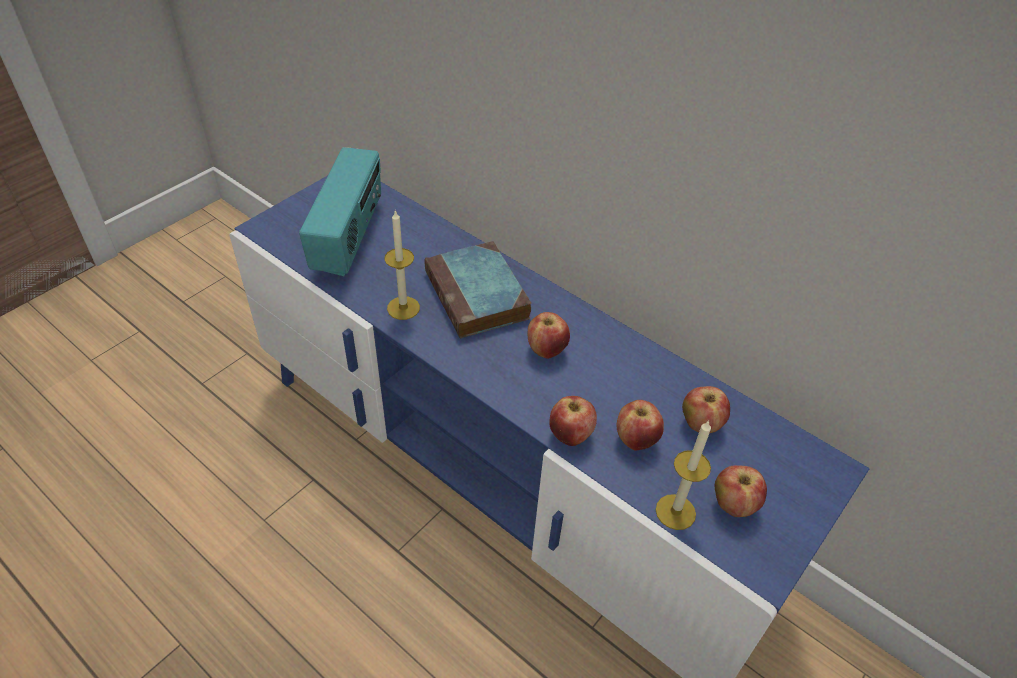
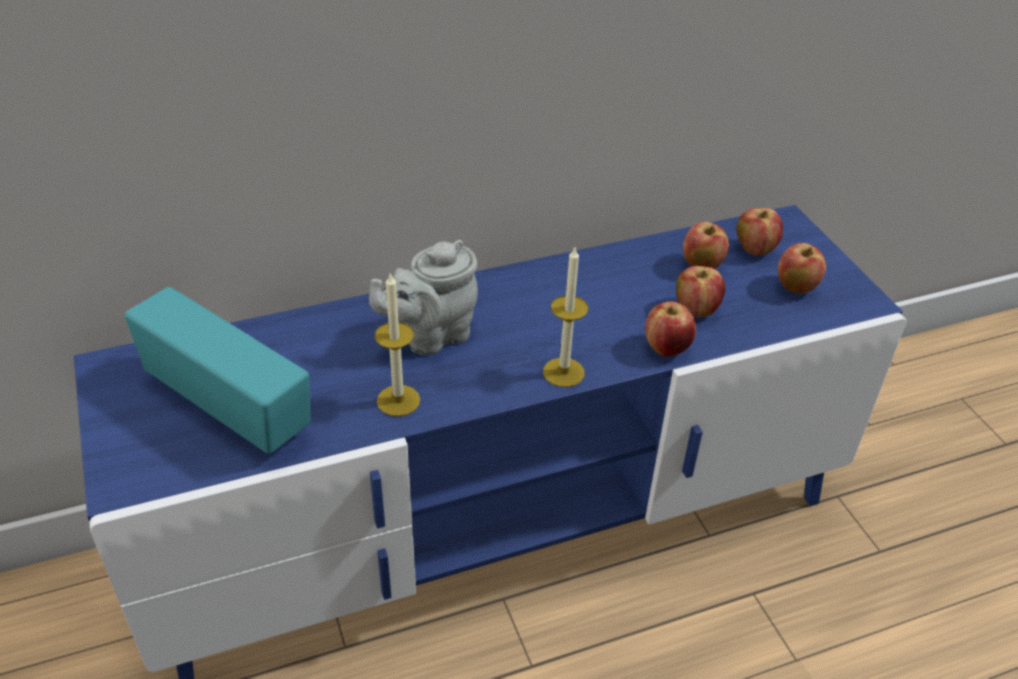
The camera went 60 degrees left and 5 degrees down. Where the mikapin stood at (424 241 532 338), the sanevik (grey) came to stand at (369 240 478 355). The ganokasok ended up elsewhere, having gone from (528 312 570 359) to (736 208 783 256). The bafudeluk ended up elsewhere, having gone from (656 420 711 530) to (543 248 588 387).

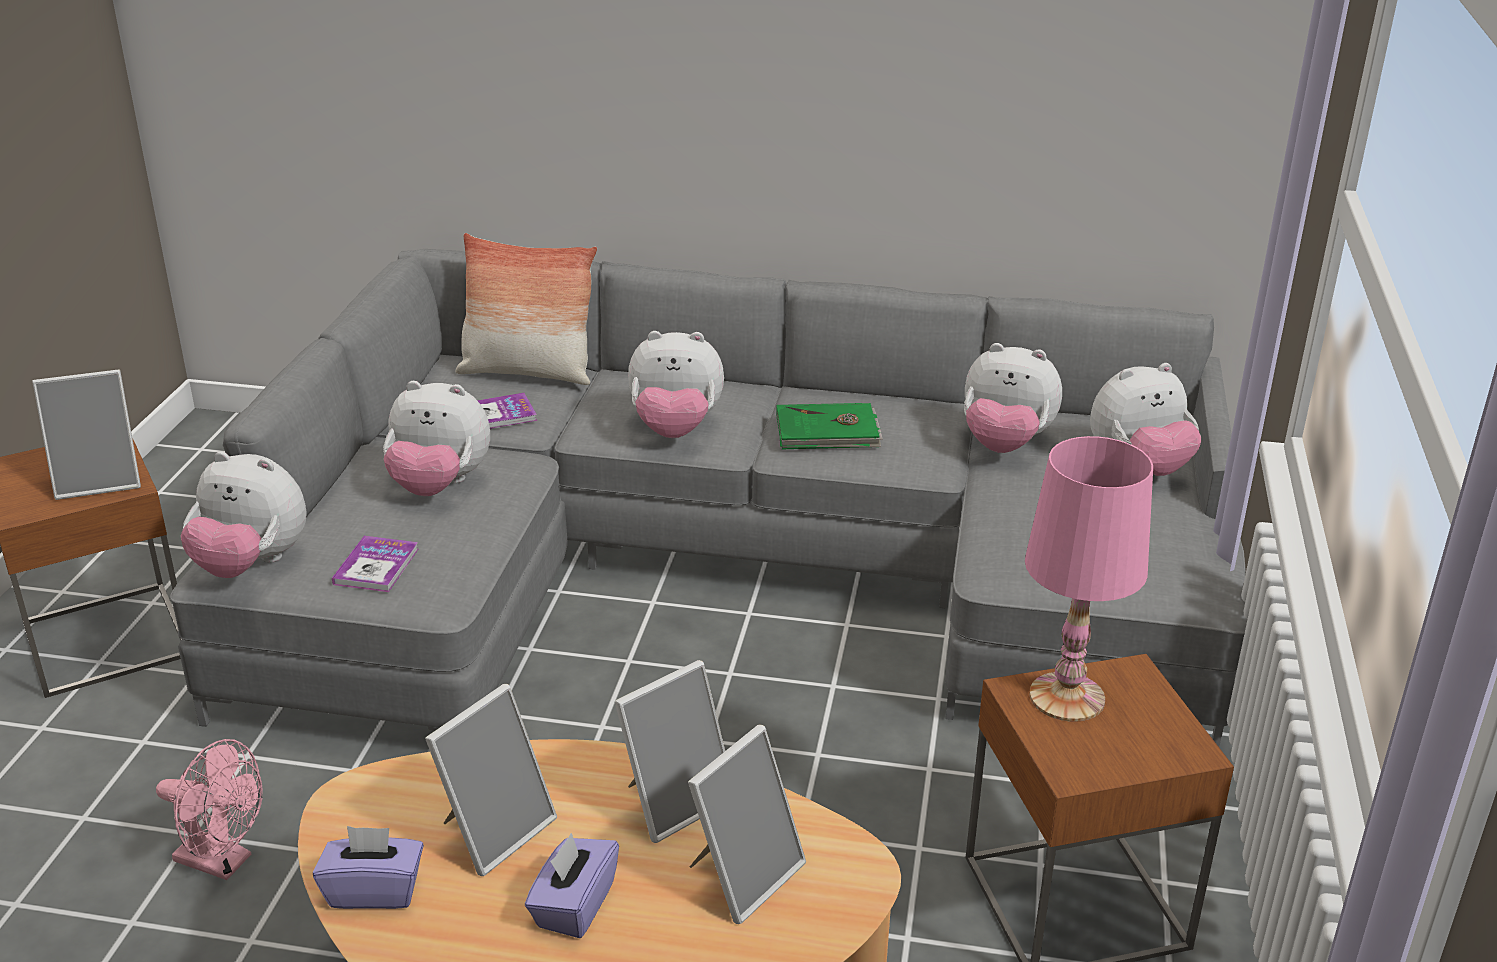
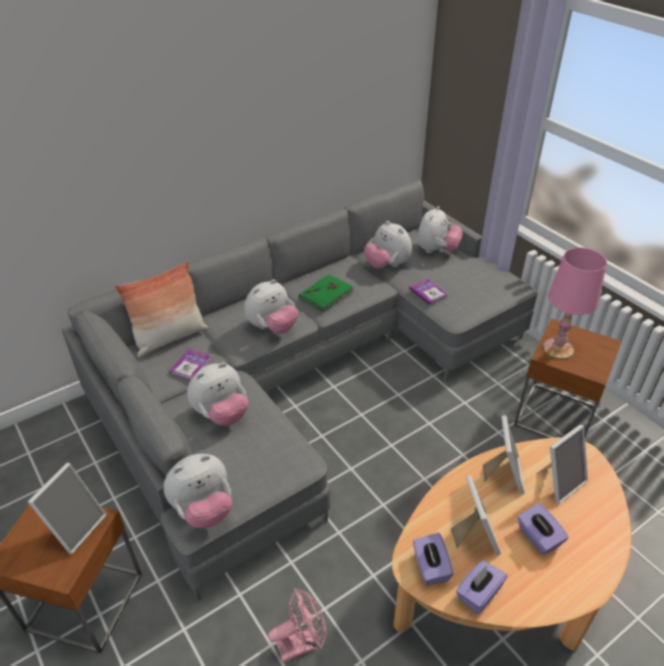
The camera went 45 degrees left and 10 degrees up. The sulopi at (964 343 1062 453) ended up facing another way, 75 degrees clockwise from before. The mikapin ended up elsewhere, having gone from (332 536 418 592) to (409 278 448 305). The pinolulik at (688 725 806 924) ended up facing another way, 60 degrees clockwise from before. The second view gained the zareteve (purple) at (413 533 453 585).

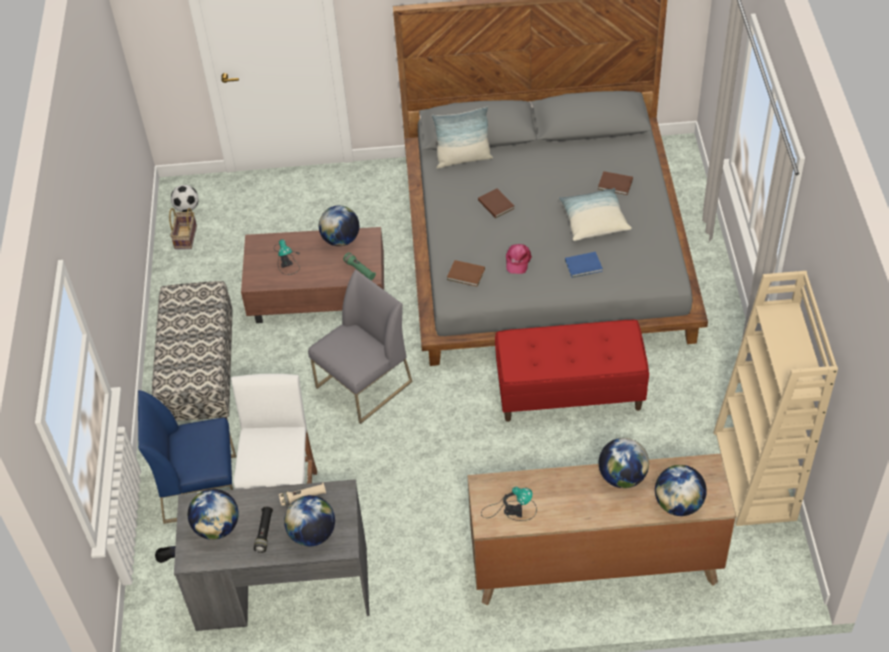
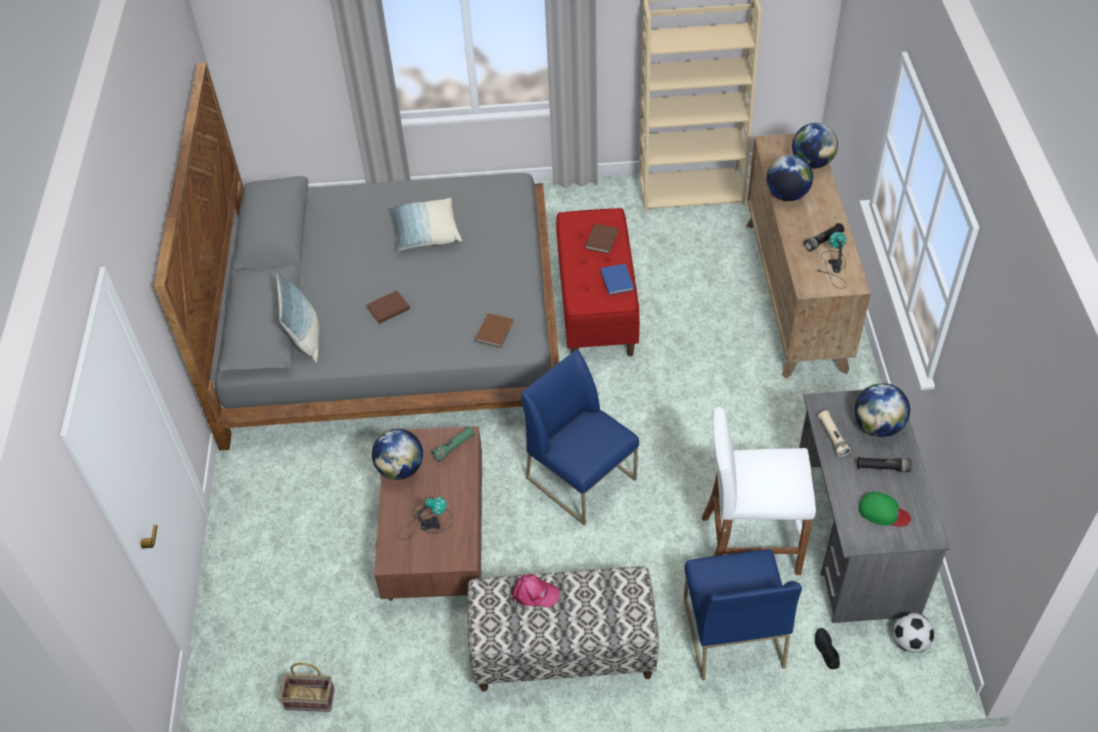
The camera went 90 degrees left and 0 degrees up. The mikapin (brown) ended up elsewhere, having gone from (598 171 633 195) to (585 224 619 254). The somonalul ended up elsewhere, having gone from (171 185 199 212) to (893 613 934 653). The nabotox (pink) ended up elsewhere, having gone from (506 244 532 274) to (511 574 559 607). The mikapin (blue) ended up elsewhere, having gone from (565 252 603 278) to (600 264 634 295). What was the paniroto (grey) at (308 270 413 424) turned into the paniroto (blue) at (521 349 639 525). Where the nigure stood at (188 489 239 540), the nabotox (green) came to stand at (859 492 911 527). The second view gained the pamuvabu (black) at (804 223 844 251).

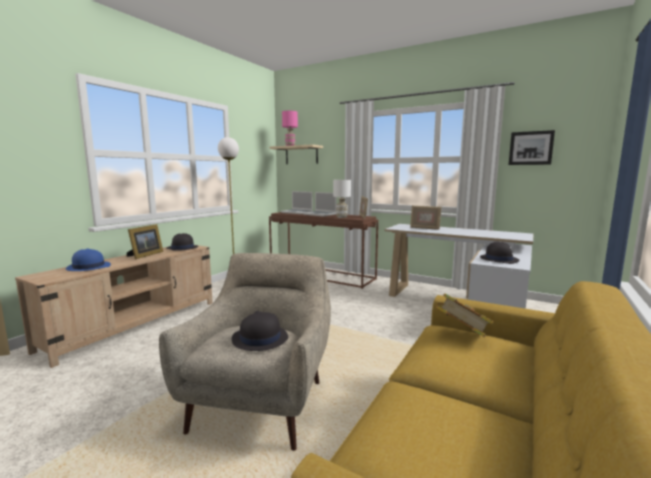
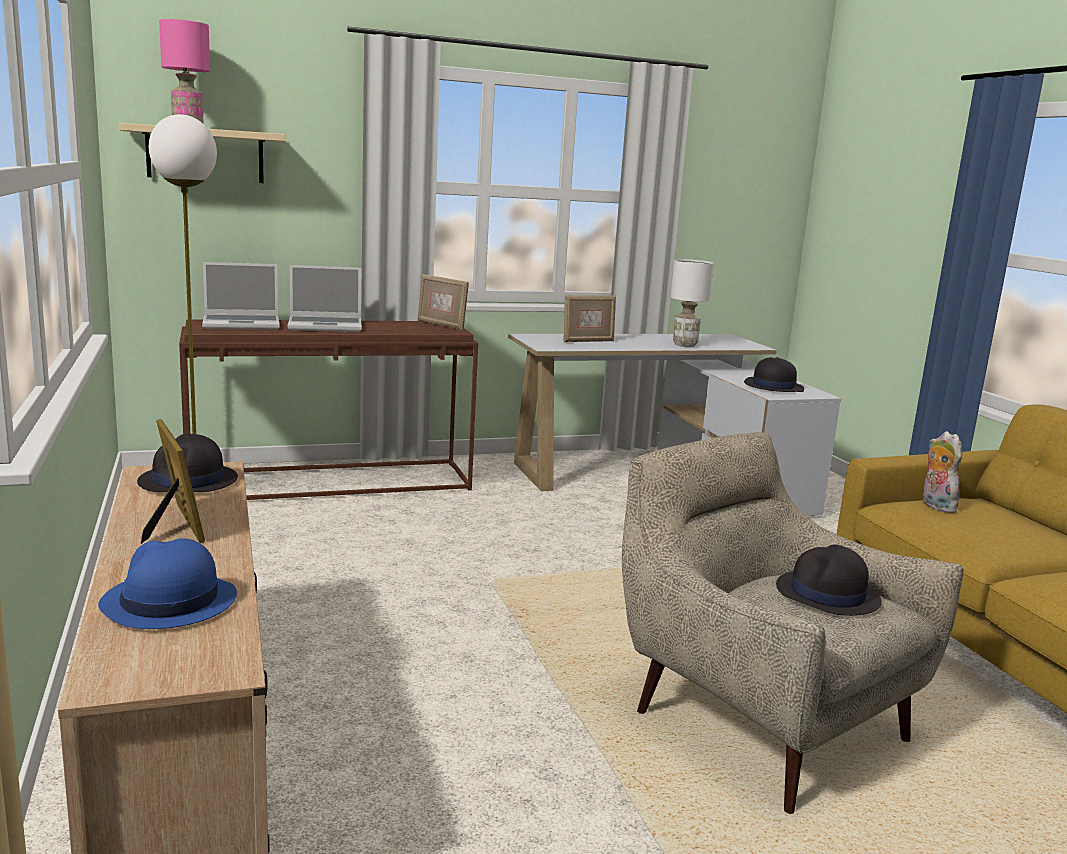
The camera went 50 degrees left and 5 degrees up. The second view lost the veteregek at (509 130 555 165). The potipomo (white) ended up elsewhere, having gone from (333 180 351 218) to (670 259 714 347). Where the mikapin stood at (436 293 494 337), the sulopi came to stand at (923 431 962 513).

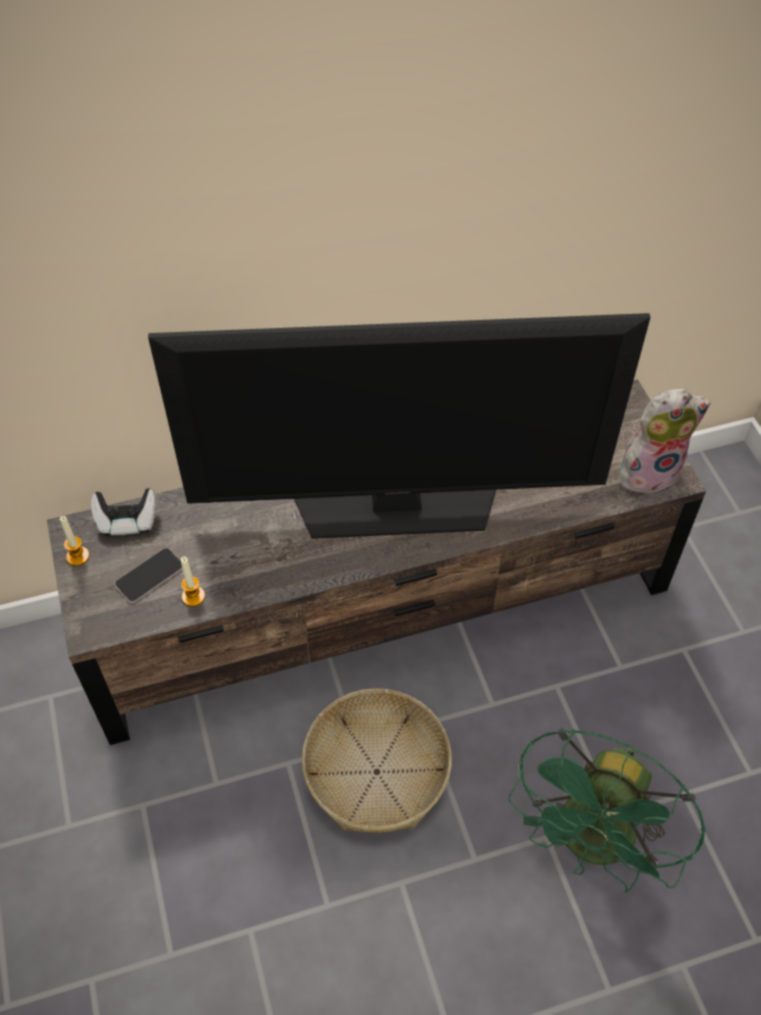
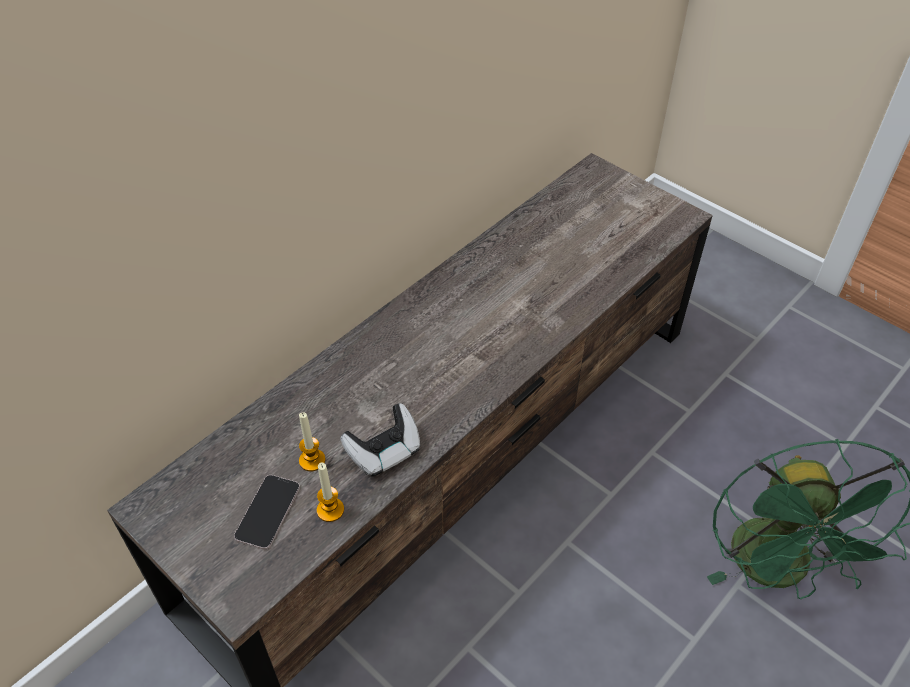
The camera went 30 degrees left and 5 degrees down. The second view lost the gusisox at (148 313 651 539). The second view lost the sulopi at (620 389 711 495). The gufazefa ended up elsewhere, having gone from (91 488 157 536) to (340 403 420 477). The bafudeluk ended up elsewhere, having gone from (60 516 89 566) to (299 412 326 471). The second view lost the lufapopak at (302 688 452 833).

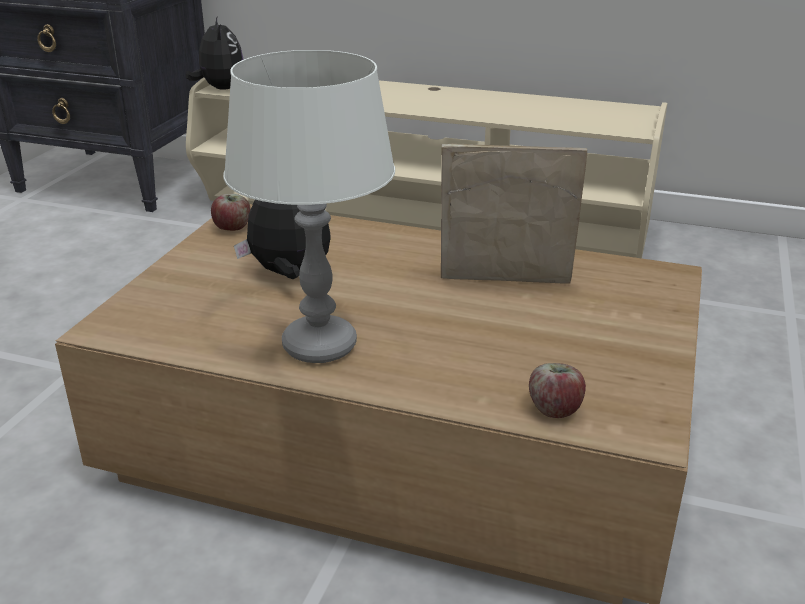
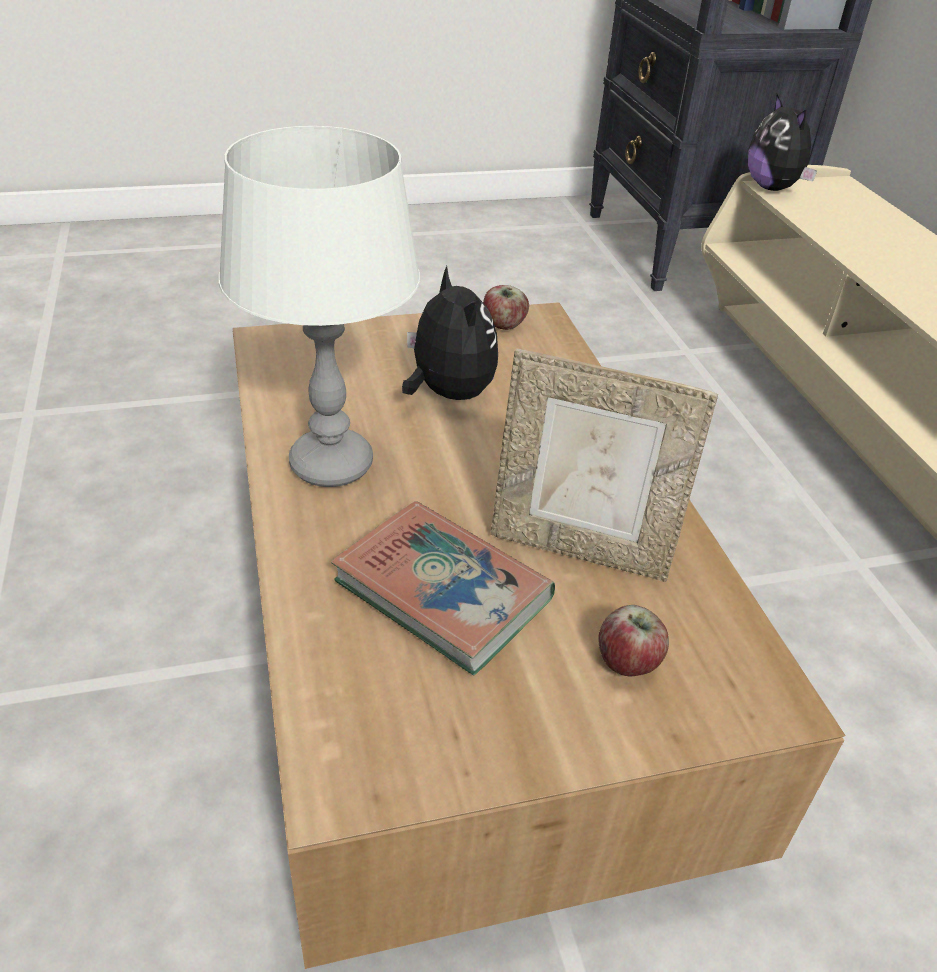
The camera went 55 degrees right and 10 degrees up. The sulopi at (186 17 244 90) ended up facing another way, 120 degrees clockwise from before. The pinolulik at (441 144 587 284) ended up facing another way, 135 degrees clockwise from before. The ganokasok ended up elsewhere, having gone from (529 363 586 418) to (598 605 669 676). The second view gained the mikapin at (331 501 555 675).

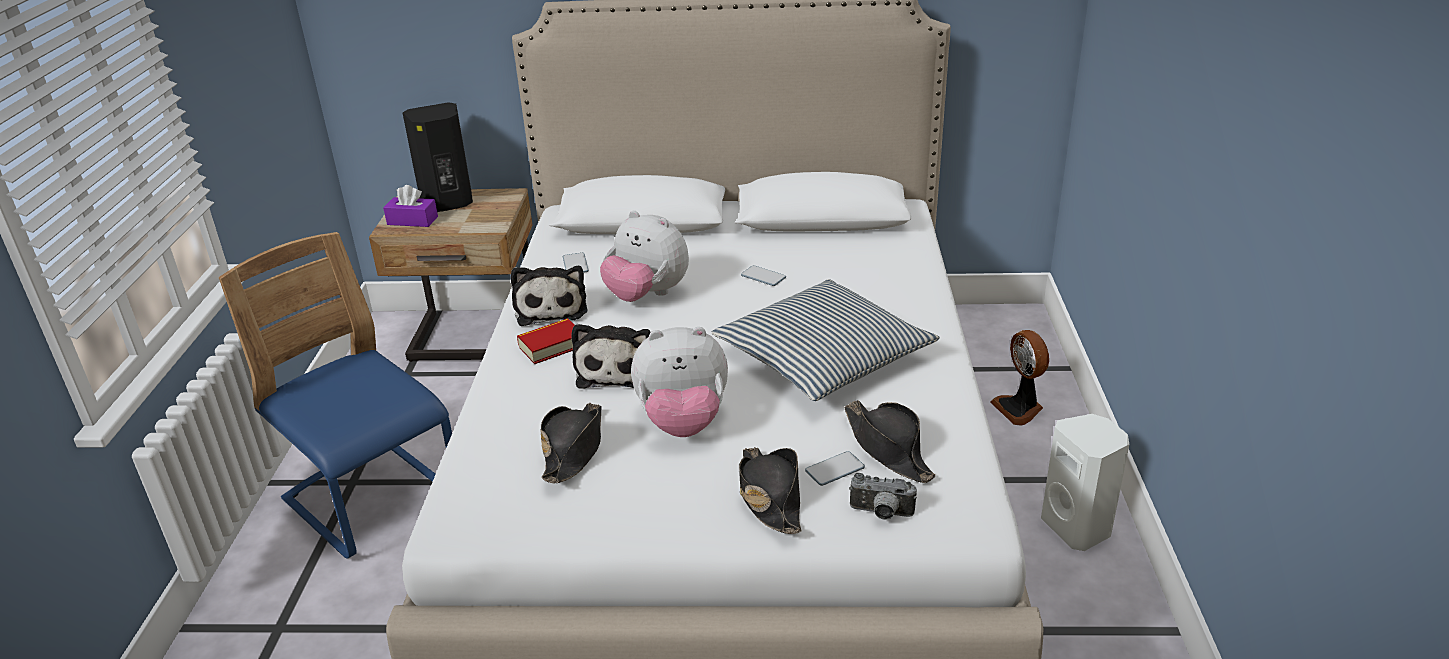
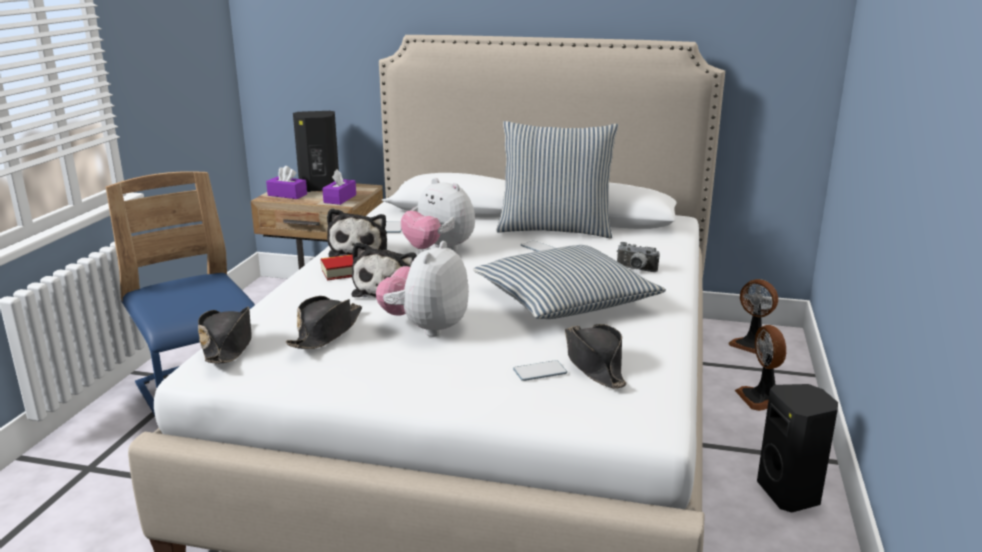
The camera went 10 degrees right and 10 degrees down. The sulopi at (631 327 728 437) ended up facing another way, 105 degrees clockwise from before. What was the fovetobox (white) at (1041 414 1129 551) turned into the fovetobox (black) at (757 384 838 512). The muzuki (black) ended up elsewhere, having gone from (739 447 802 534) to (198 307 252 363). The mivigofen ended up elsewhere, having gone from (849 473 917 520) to (617 242 660 272). The second view gained the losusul at (496 121 618 238). The second view gained the zareteve (purple) at (322 170 356 205). The second view gained the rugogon at (729 279 778 354).

